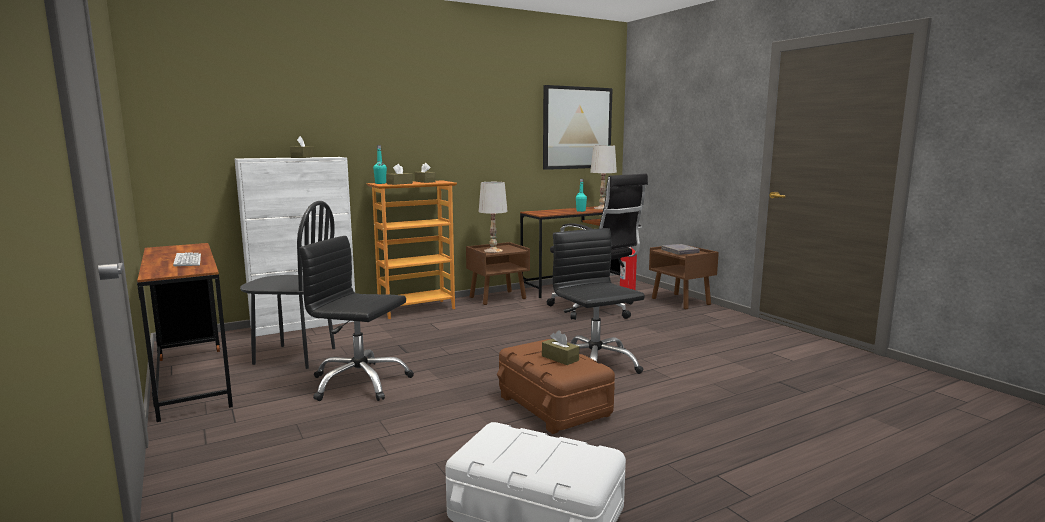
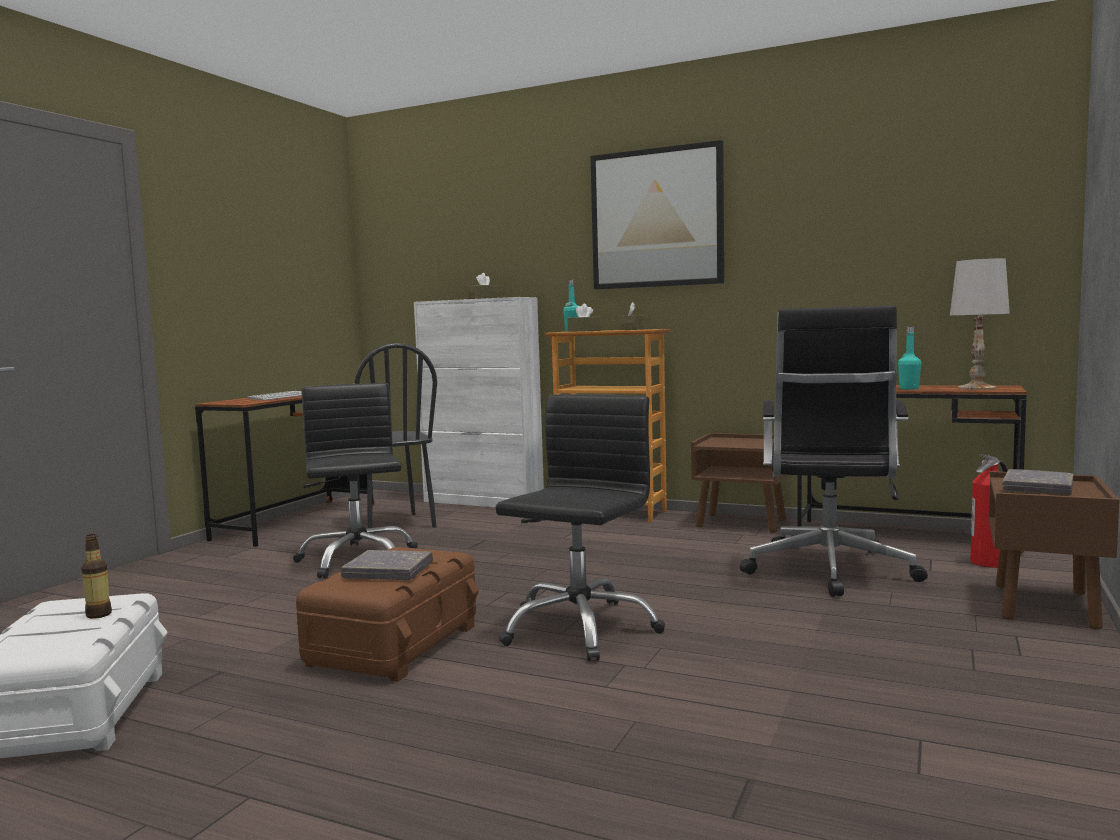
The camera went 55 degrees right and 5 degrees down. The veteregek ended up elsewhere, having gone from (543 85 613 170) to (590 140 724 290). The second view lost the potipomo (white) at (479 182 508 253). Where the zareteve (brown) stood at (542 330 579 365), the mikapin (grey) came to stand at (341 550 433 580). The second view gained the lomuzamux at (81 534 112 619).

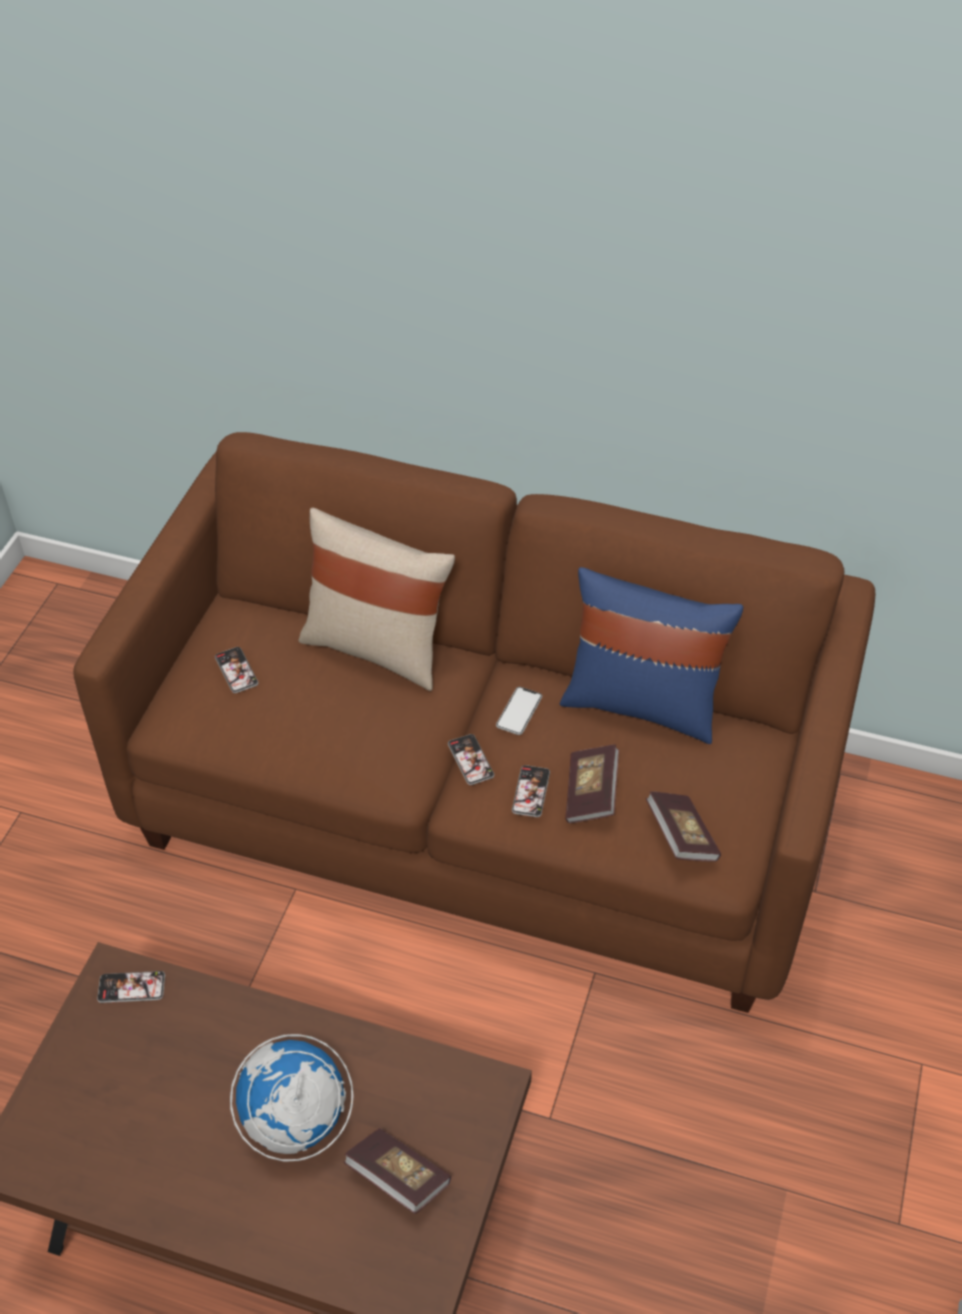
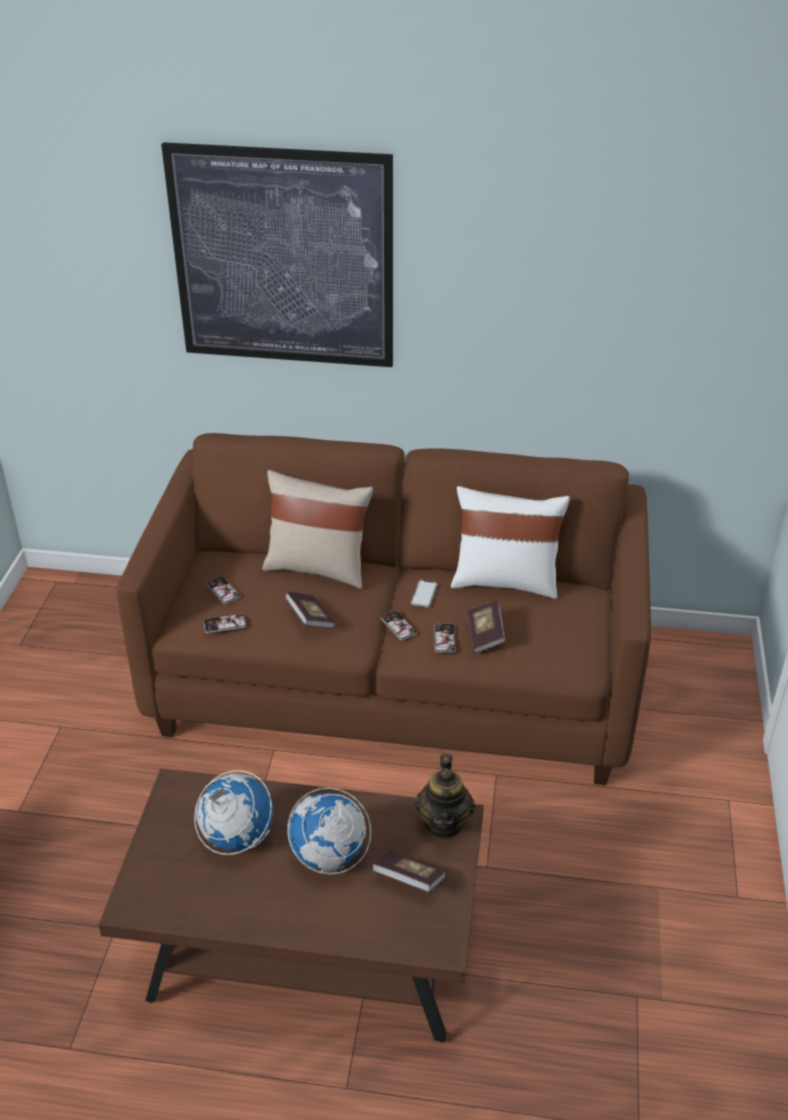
The camera went 10 degrees left and 10 degrees down. What was the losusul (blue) at (560 567 743 744) turned into the losusul (white) at (450 486 570 599). The mikapin ended up elsewhere, having gone from (646 791 721 862) to (285 592 335 629). The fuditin ended up elsewhere, having gone from (97 971 165 1003) to (203 613 246 633). The second view gained the veteregek at (161 142 393 367). The second view gained the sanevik at (415 753 475 839). The second view gained the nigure at (194 770 273 855).

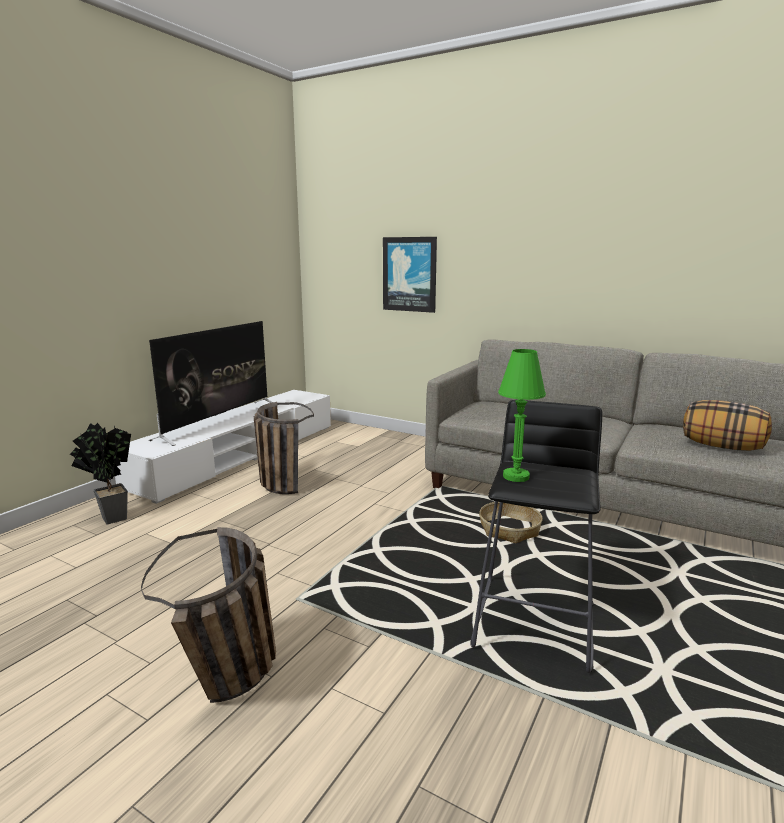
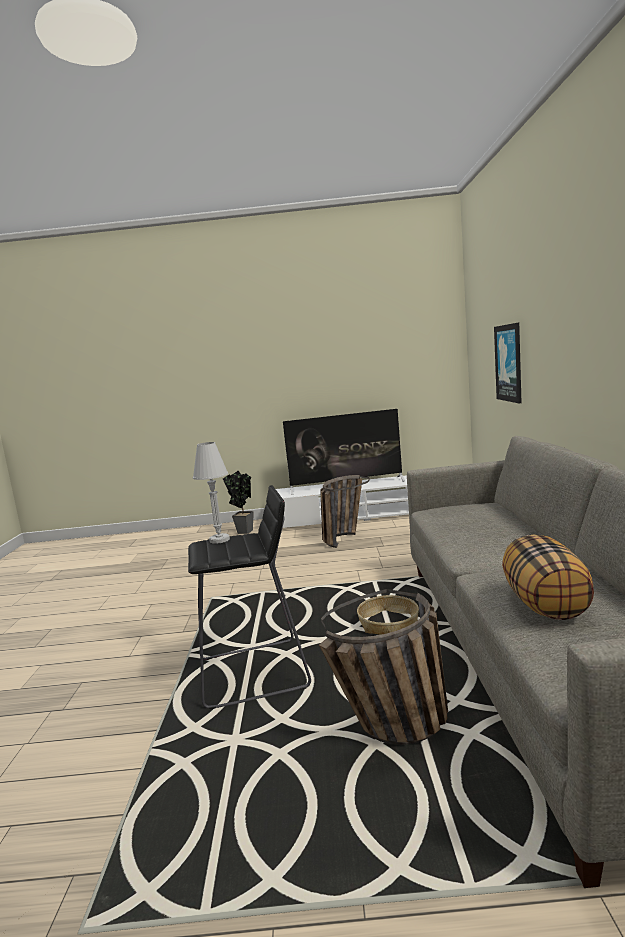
The camera went 60 degrees right and 5 degrees down. What was the potipomo (green) at (498 349 546 482) turned into the potipomo (white) at (193 442 230 544). The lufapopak ended up elsewhere, having gone from (141 527 276 703) to (319 589 448 745).

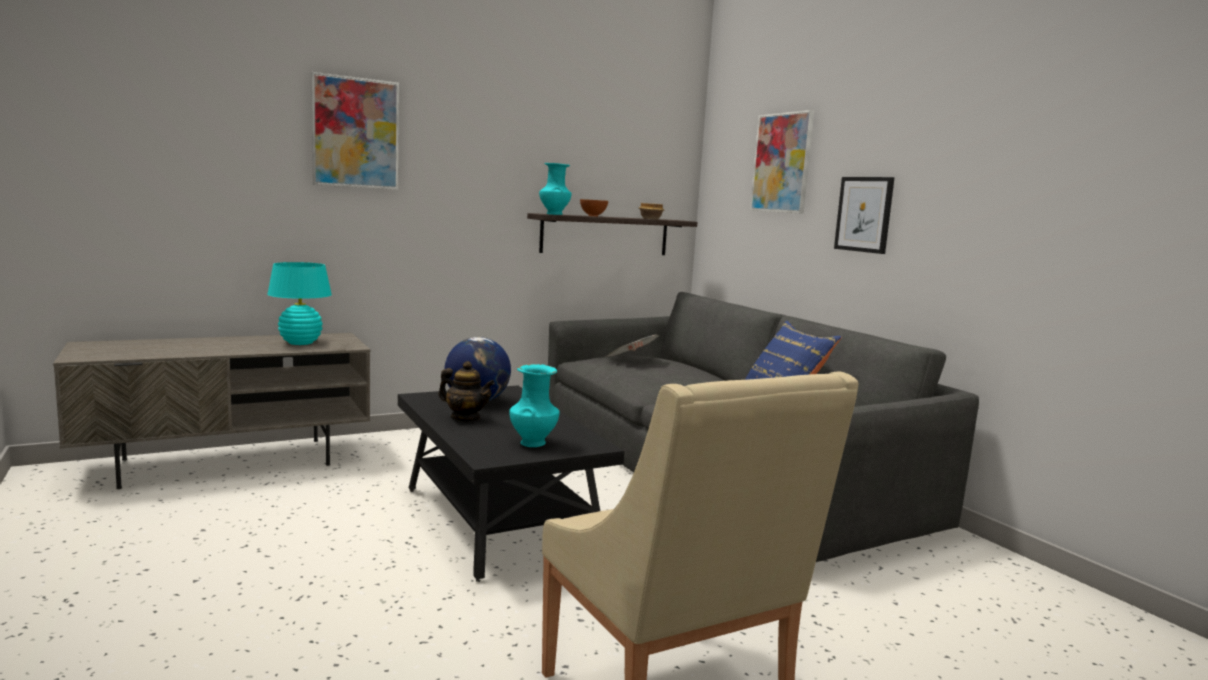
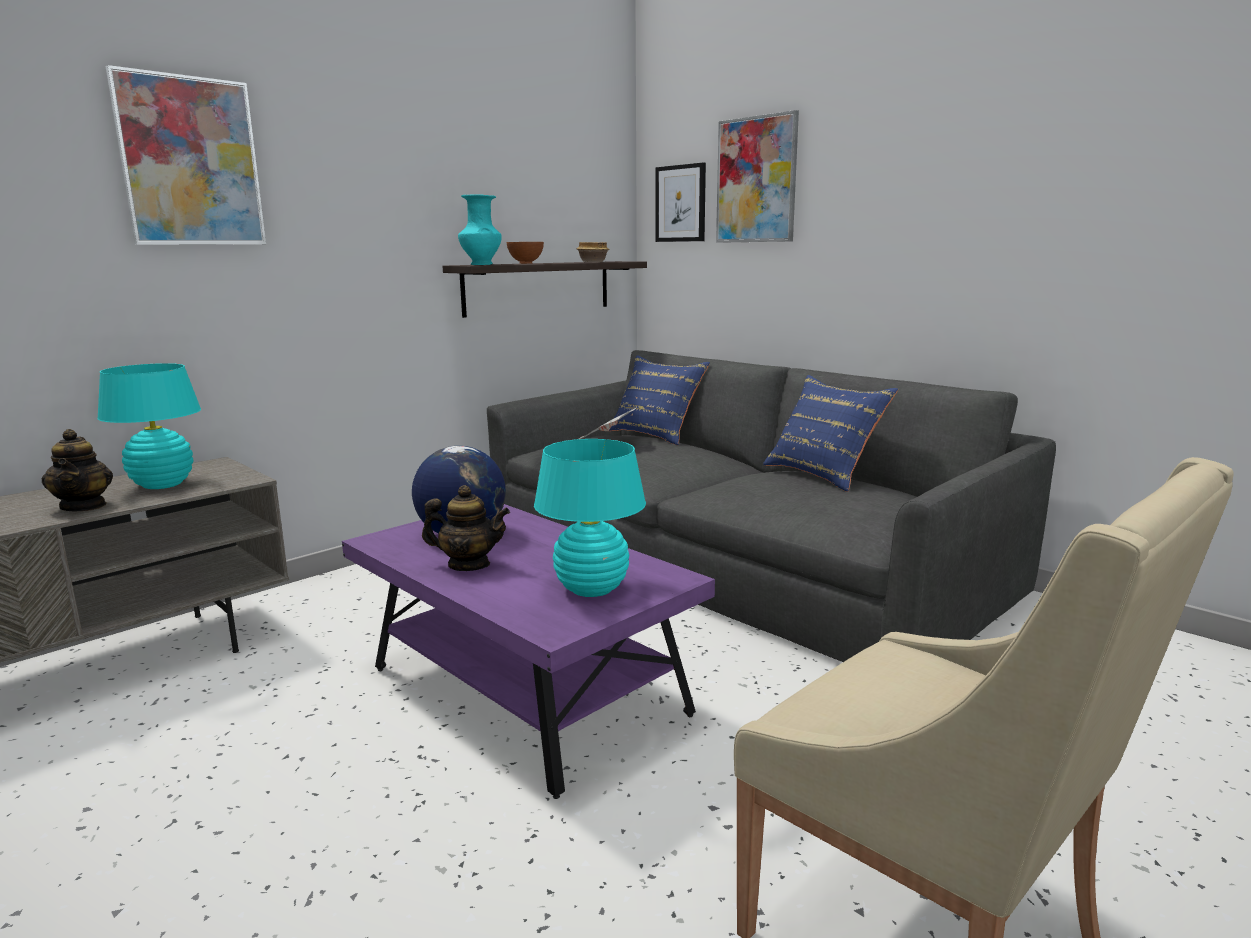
The camera went 15 degrees left and 5 degrees up. The veteregek ended up elsewhere, having gone from (834 177 895 254) to (655 163 706 242). Where the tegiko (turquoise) stood at (509 364 560 447), the potipomo (turquoise) came to stand at (534 439 646 597). What was the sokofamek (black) at (397 385 624 582) turned into the sokofamek (purple) at (342 504 715 799). The second view gained the losusul (blue) at (609 355 710 445). The second view gained the sanevik at (42 429 113 511).

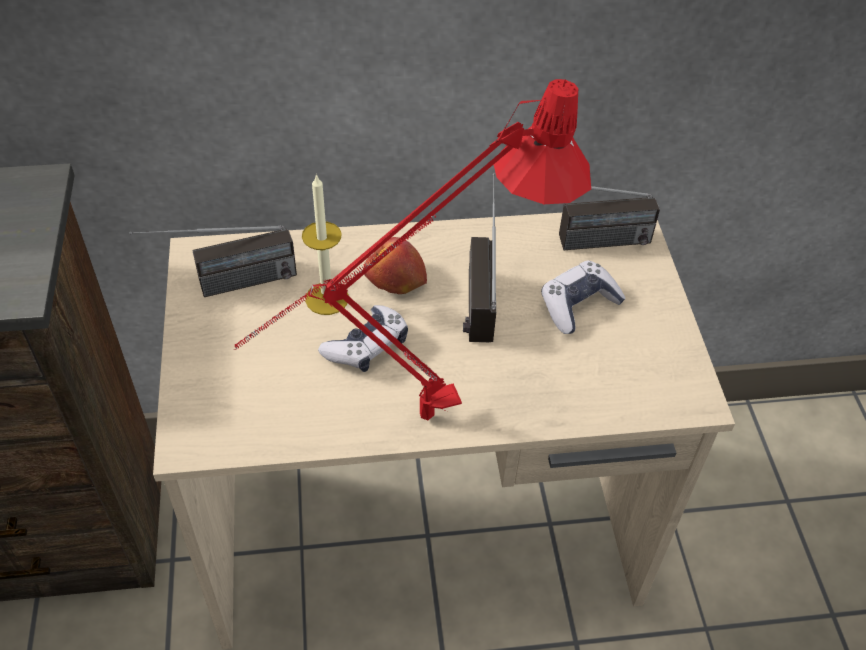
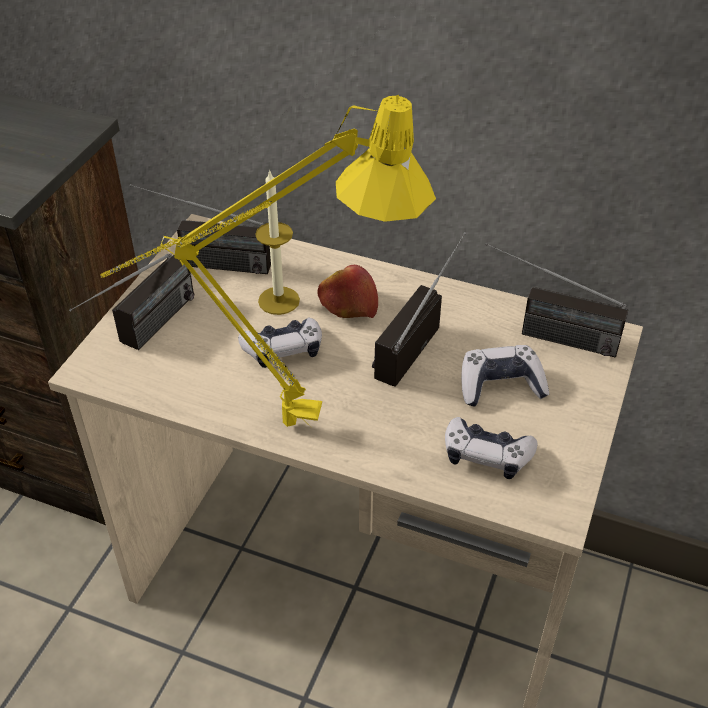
The camera went 30 degrees right and 5 degrees down. What was the potipomo (red) at (234 79 591 420) turned into the potipomo (yellow) at (100 95 436 427). The second view gained the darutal at (69 253 194 350). The second view gained the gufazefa at (445 417 538 479).

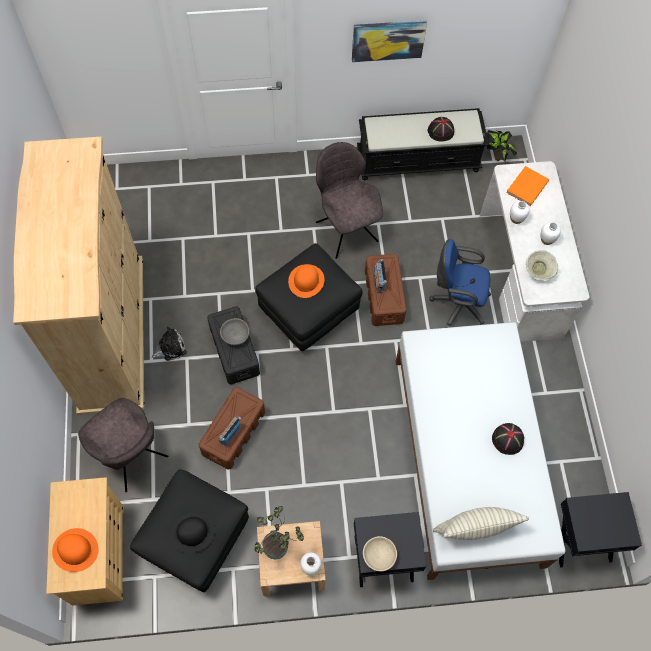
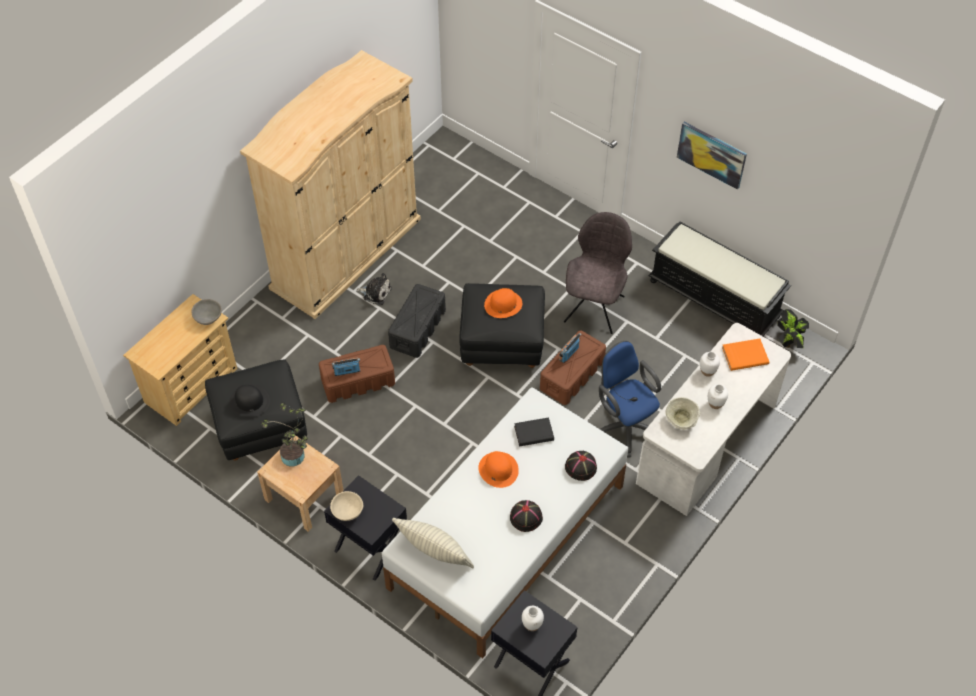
The camera went 45 degrees right and 10 degrees down. The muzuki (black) ended up elsewhere, having gone from (427 117 454 142) to (565 451 597 481). The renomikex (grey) ended up elsewhere, having gone from (220 318 249 345) to (192 299 222 325). The second view lost the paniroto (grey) at (78 398 169 492). The muzuki (orange) ended up elsewhere, having gone from (52 528 99 572) to (478 451 519 488). The tegiko (white) ended up elsewhere, having gone from (300 552 322 575) to (522 606 544 631). The second view gained the mikapin (black) at (514 417 554 446).

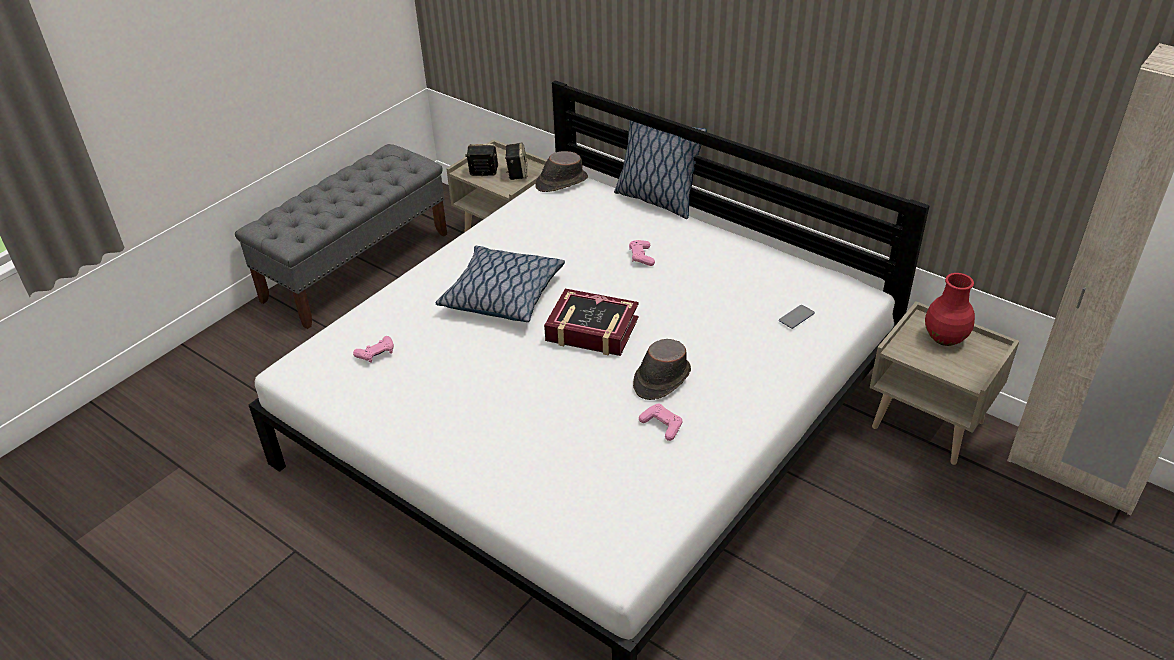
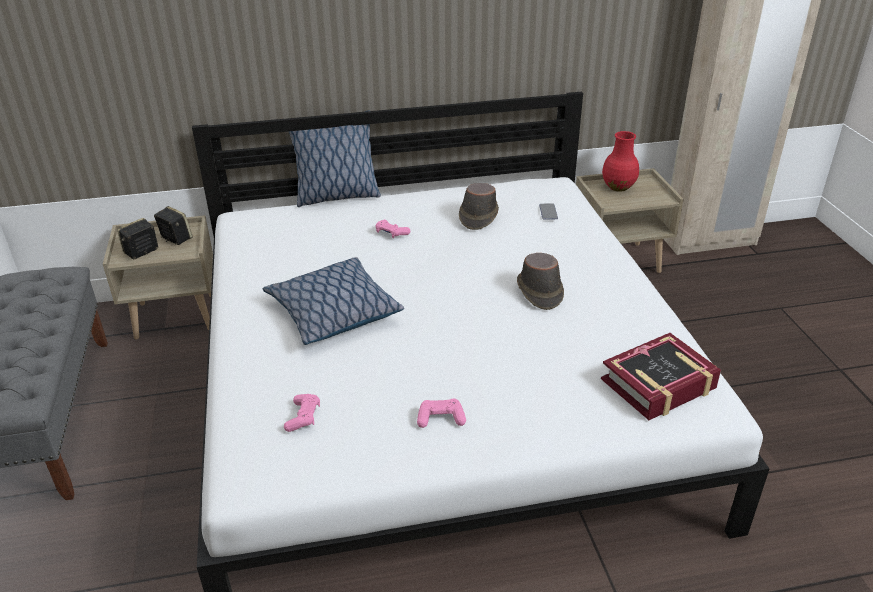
The camera went 50 degrees left and 5 degrees down. The muzuki (brown) ended up elsewhere, having gone from (535 151 588 192) to (459 183 499 230). The mikapin ended up elsewhere, having gone from (544 289 638 356) to (601 333 721 420). The gufazefa (pink) ended up elsewhere, having gone from (639 404 682 441) to (417 399 466 428).

